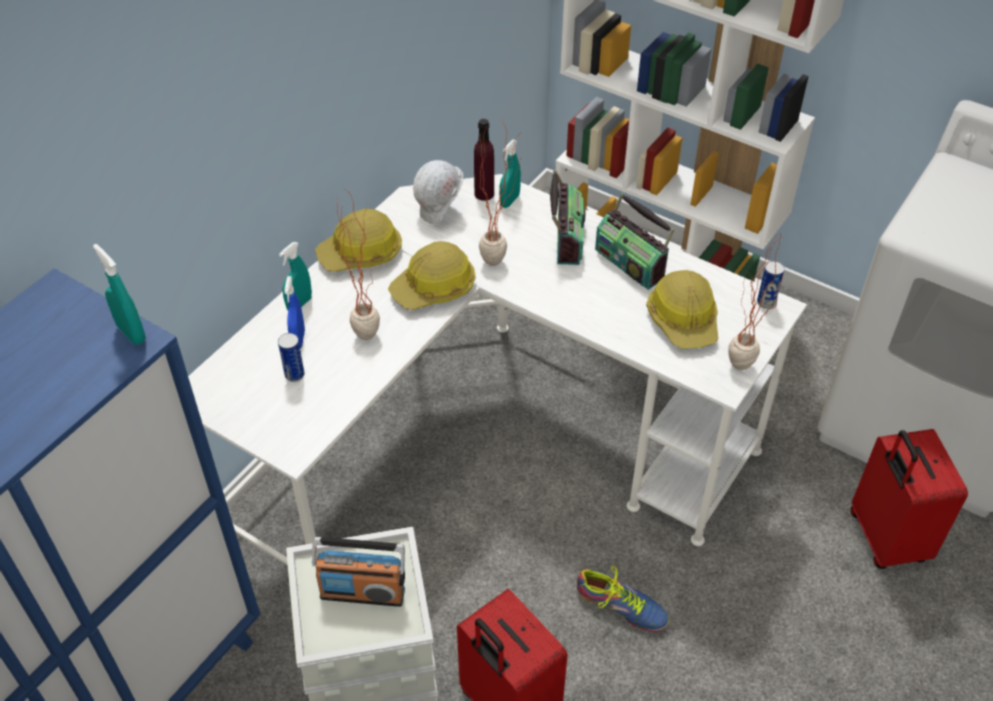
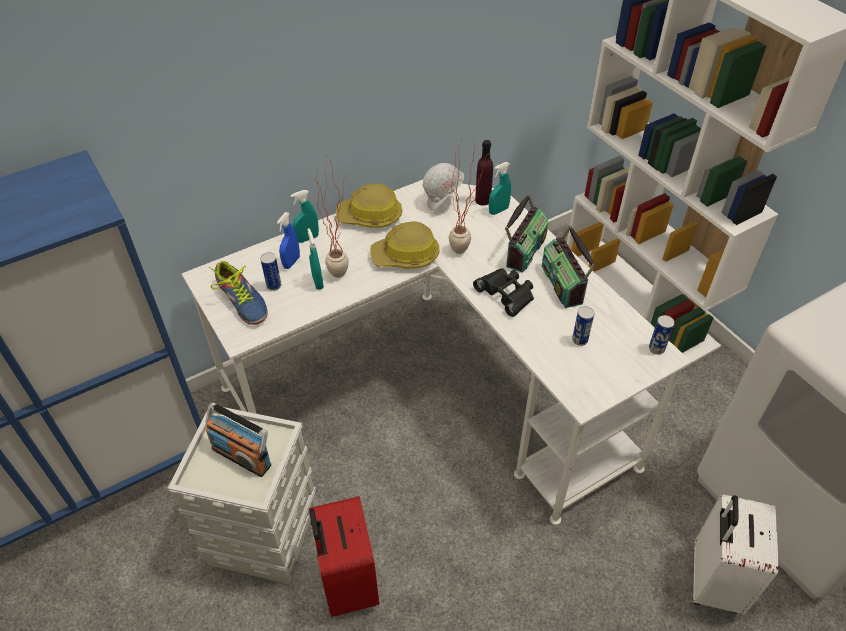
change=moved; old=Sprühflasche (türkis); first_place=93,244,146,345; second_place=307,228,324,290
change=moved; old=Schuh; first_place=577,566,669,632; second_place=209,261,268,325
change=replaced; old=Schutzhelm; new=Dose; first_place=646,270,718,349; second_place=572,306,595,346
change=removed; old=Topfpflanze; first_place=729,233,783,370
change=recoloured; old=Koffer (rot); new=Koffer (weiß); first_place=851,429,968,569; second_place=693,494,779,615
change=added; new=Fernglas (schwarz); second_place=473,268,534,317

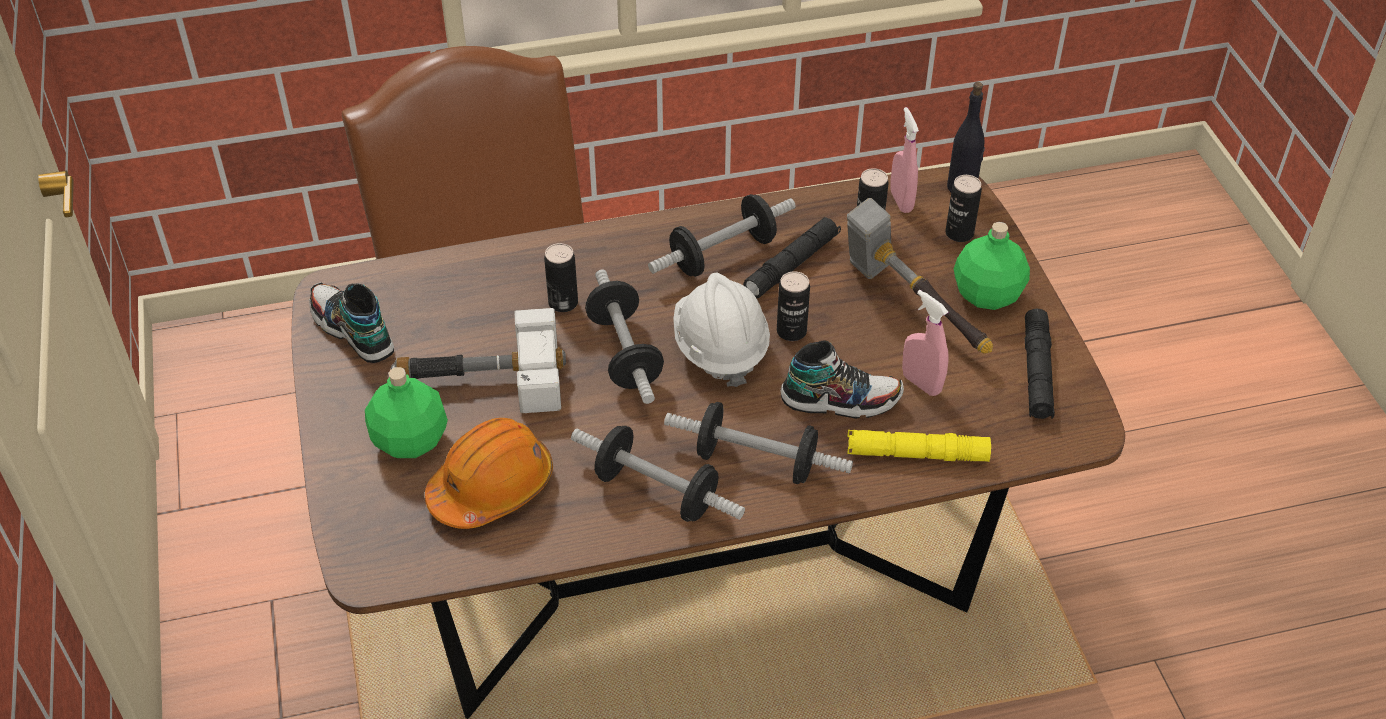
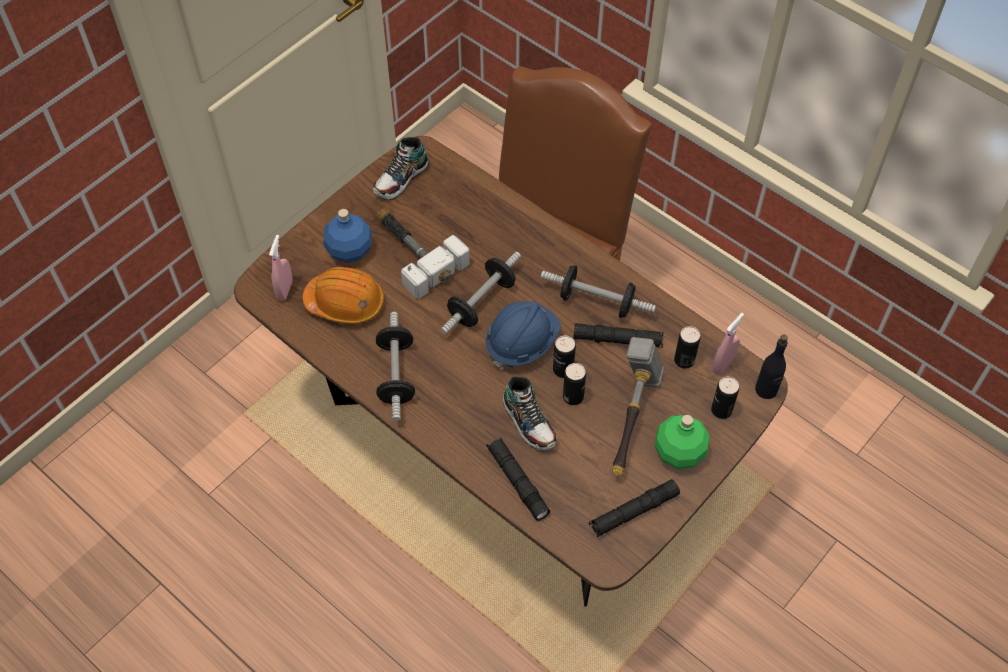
change=turned; old=Schuh; first_place=309,282,394,363; second_place=373,137,429,200; degrees=-150
change=recoloured; old=Flasche (grün); new=Flasche (blau); first_place=365,367,448,458; second_place=323,209,372,263
change=moved; old=Dose; first_place=544,243,578,312; second_place=563,363,586,405
change=removed; old=Hantel; first_place=664,402,853,484
change=recoloured; old=Schutzhelm (weiß); new=Schutzhelm (blau); first_place=673,273,770,387; second_place=486,301,561,370
change=recoloured; old=Taschenlampe (gelb); new=Taschenlampe (schwarz); first_place=847,430,991,462; second_place=487,437,550,521
change=moved; old=Sprühflasche (rosa); first_place=902,290,948,396; second_place=269,235,293,301

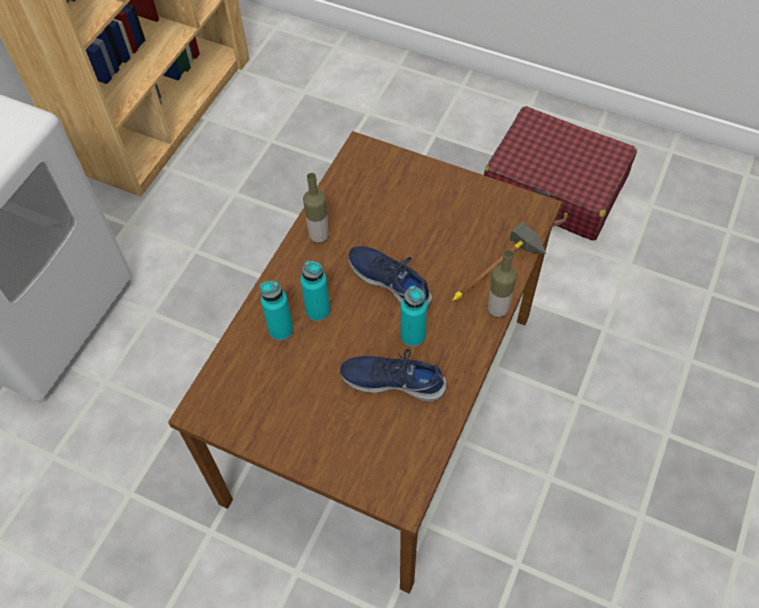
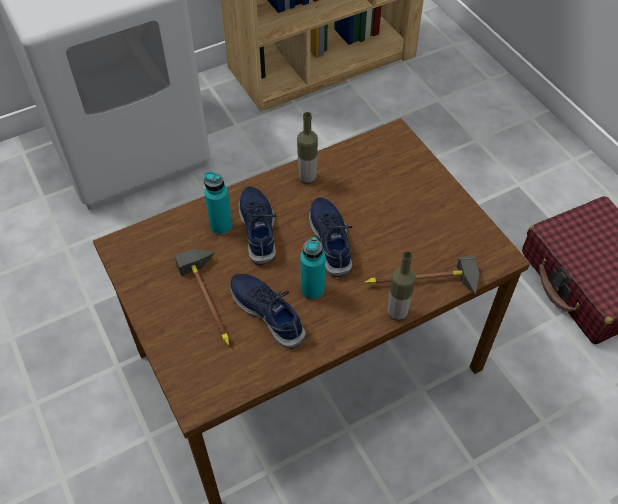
change=replaced; old=Flasche (türkis); new=Schuh (blau); first_place=300,260,330,321; second_place=239,186,277,265
change=added; new=Hammer; second_place=174,249,229,345

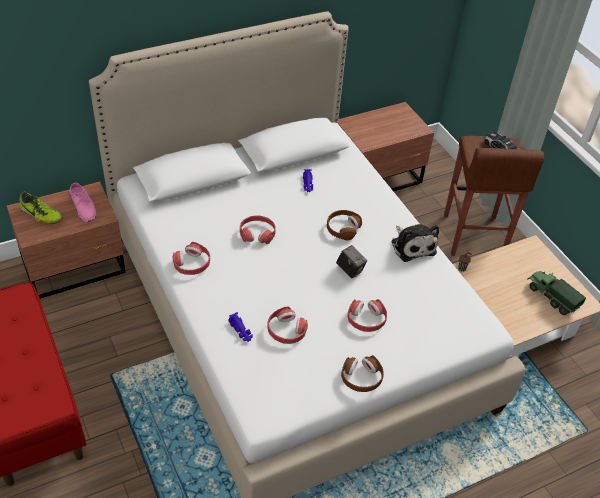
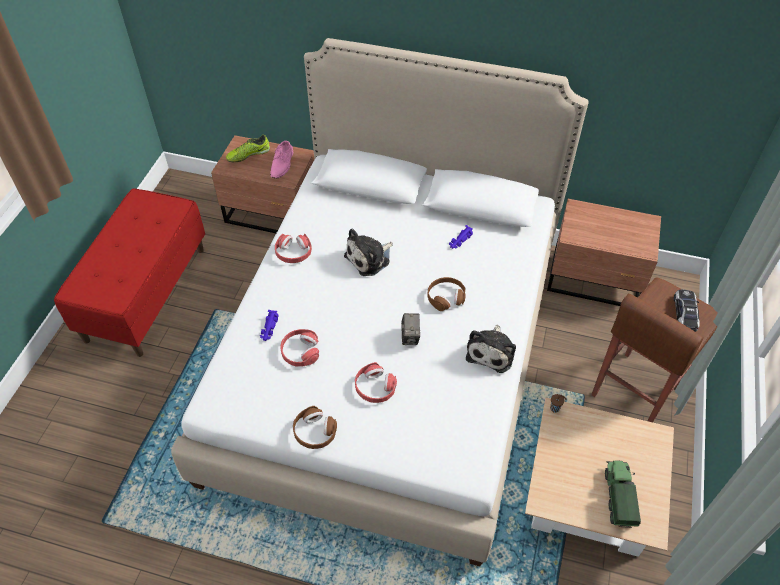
change=turned; old=Schuh; first_place=20,192,63,224; second_place=226,134,270,162; degrees=75
change=replaced; old=Kopfhörer (rot); new=Plüschtier; first_place=240,216,276,244; second_place=344,229,393,276

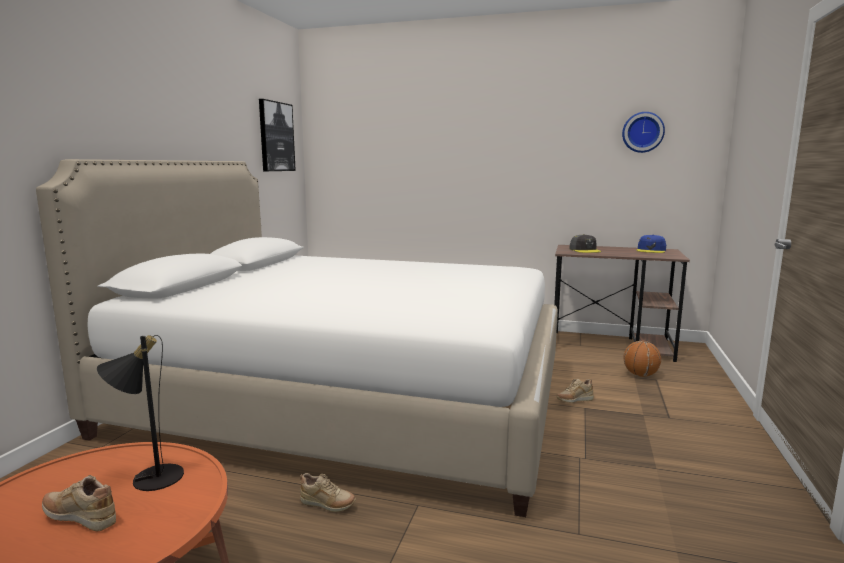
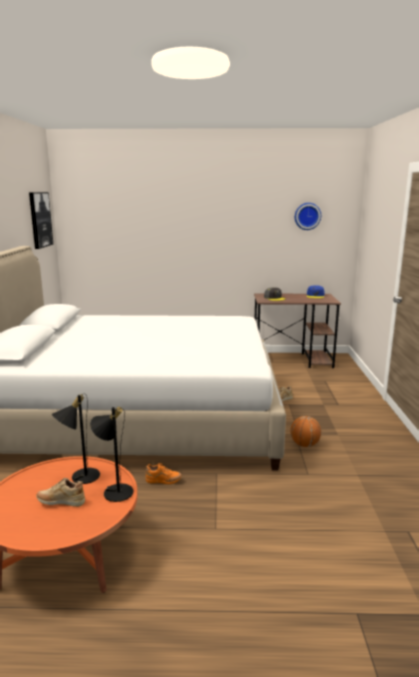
change=recoloured; old=Schuh (beige); new=Schuh (orange); first_place=300,473,356,512; second_place=146,463,182,484
change=moved; old=Basketball; first_place=624,341,661,377; second_place=290,416,321,447
change=added; new=Tischlampe (schwarz); second_place=90,407,133,502

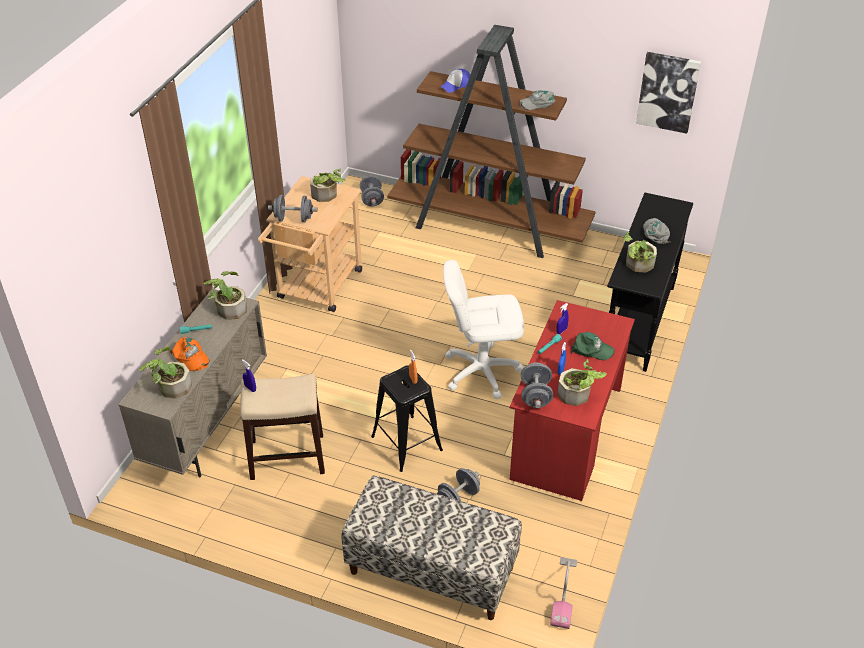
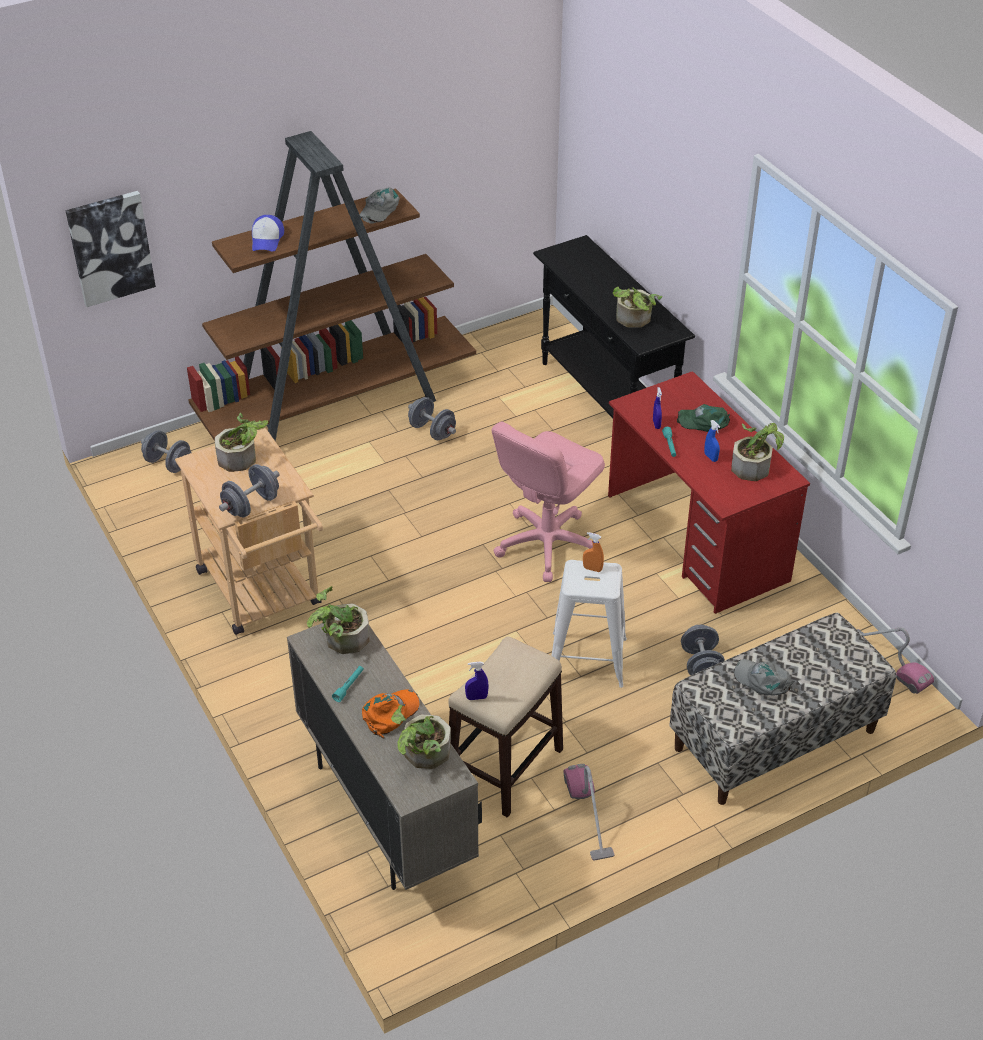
change=turned; old=Kappe (orange); first_place=169,337,209,371; second_place=362,690,419,739; degrees=-45
change=recoloured; old=Hocker (schwarz); new=Hocker (weiß); first_place=371,365,443,472; second_place=551,560,627,688
change=recoloured; old=Bürostuhl (weiß); new=Bürostuhl (rosa); first_place=443,260,524,399; second_place=492,422,605,582
change=moved; old=Hantel (grau); first_place=521,362,553,408; second_place=408,397,456,440
change=turned; old=Kappe (grün); first_place=571,332,615,360; second_place=677,404,730,432; degrees=-135
change=moved; old=Bild; first_place=636,52,701,134; second_place=66,191,156,307
change=moved; old=Kappe (grau); first_place=643,218,670,244; second_place=733,659,795,695
change=added; new=Staubsauger; second_place=563,764,614,861

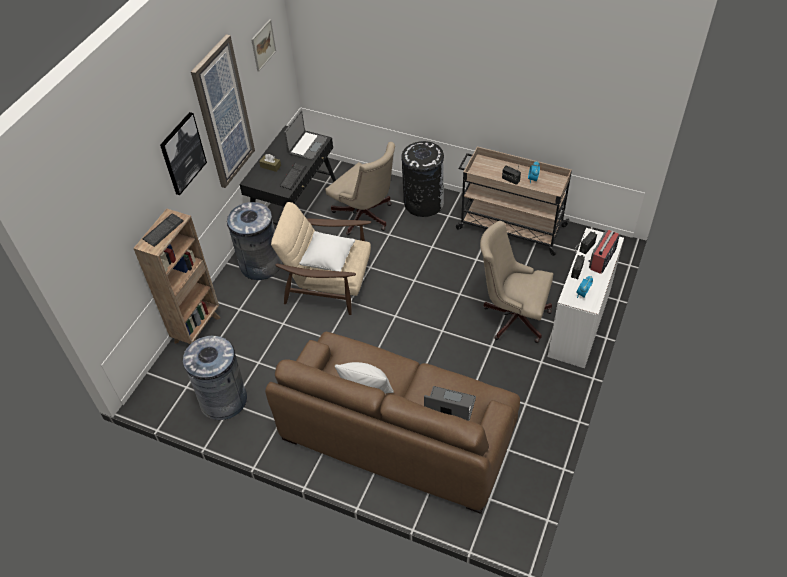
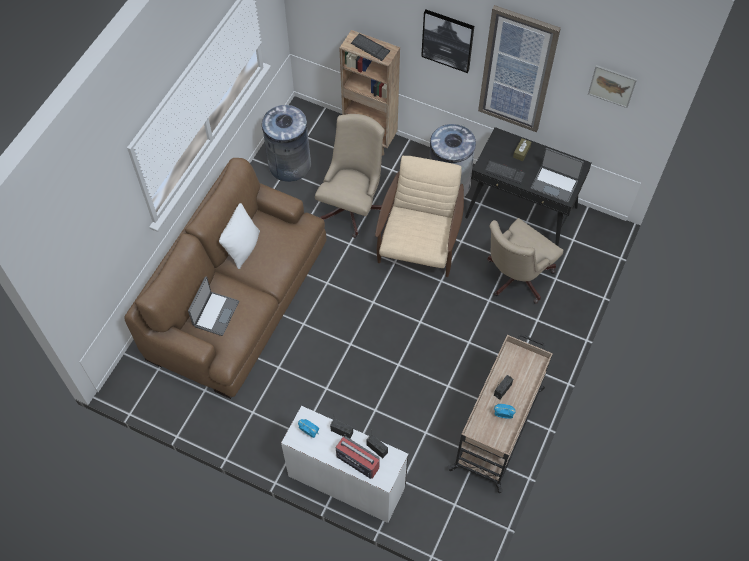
change=removed; old=Kissen (weiß); first_place=299,231,355,271
change=removed; old=Mülleimer (schwarz); first_place=401,141,444,217
change=moved; old=Bürostuhl (beige); first_place=480,221,553,343; second_place=315,114,385,238

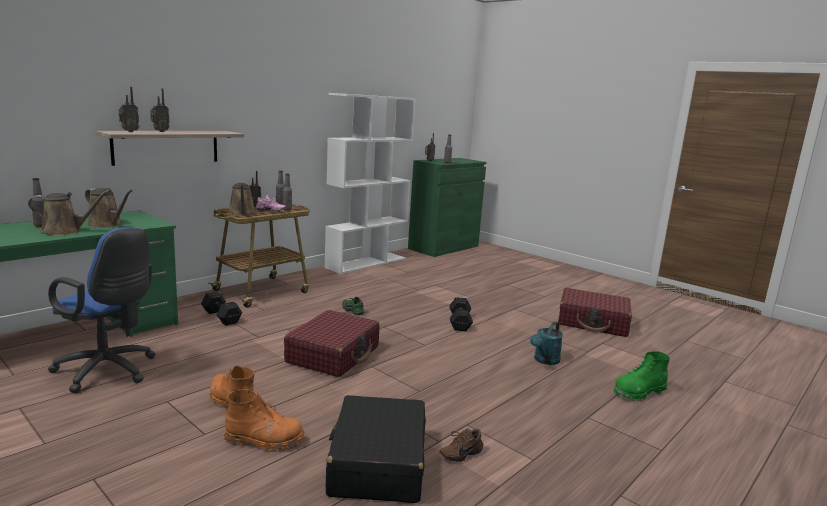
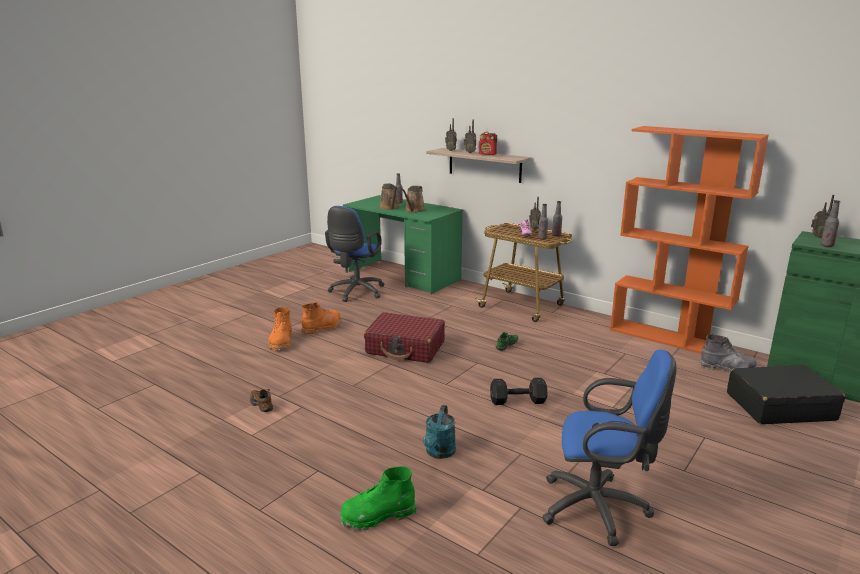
change=removed; old=Hantel (schwarz); first_place=201,291,242,326
change=removed; old=Gießkanne (braun); first_place=228,183,256,216
change=recoloured; old=Bücherregal (weiß); new=Bücherregal (orange); first_place=325,93,416,274; second_place=610,126,769,354
change=moved; old=Koffer (schwarz); first_place=326,395,426,503; second_place=727,365,845,424
change=turned; old=Gießkanne (türkis); first_place=530,322,563,365; second_place=423,405,456,459; degrees=-105
change=replaced; old=Koffer (rot); new=Bürostuhl (blau); first_place=558,288,632,337; second_place=542,349,676,546
change=turned; old=Stiefel (grün); first_place=613,351,670,401; second_place=340,466,417,530; degrees=-75
change=added; new=Radio; second_place=479,132,497,155
change=added; new=Stiefel (grau); second_place=699,334,757,374

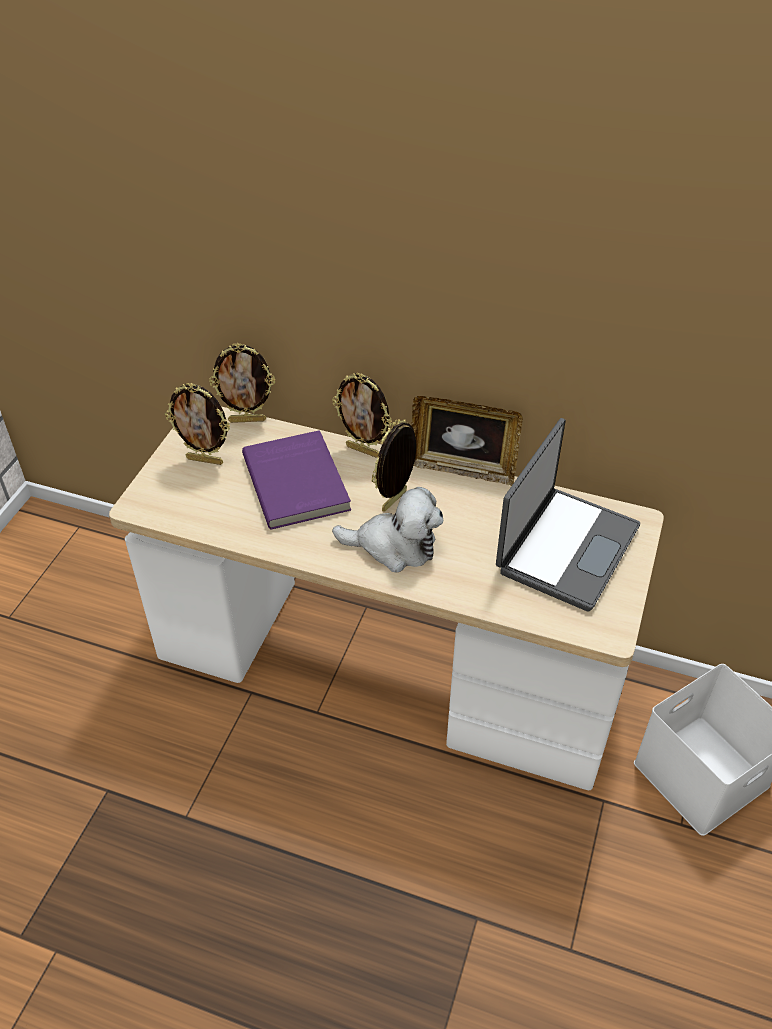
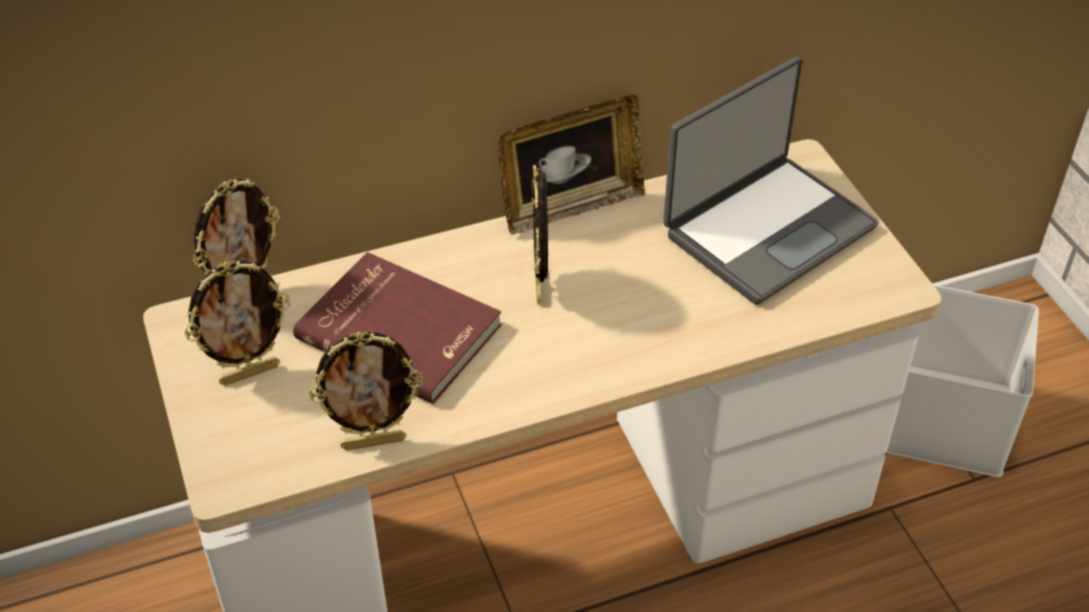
change=recoloured; old=Buch (lila); new=Buch (rot); first_place=242,430,351,530; second_place=293,252,502,404
change=moved; old=Bilderrahmen; first_place=332,373,392,458; second_place=309,331,423,450
change=removed; old=Plüschtier; first_place=332,487,443,572
change=turned; old=Laptop; first_place=496,418,640,612; second_place=663,57,879,305; degrees=60

